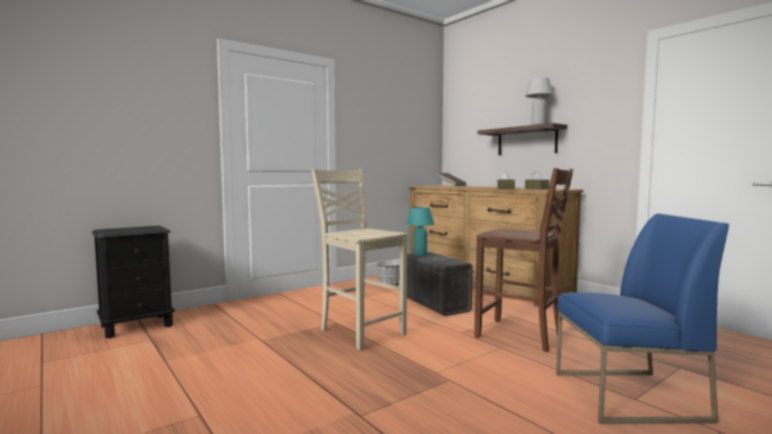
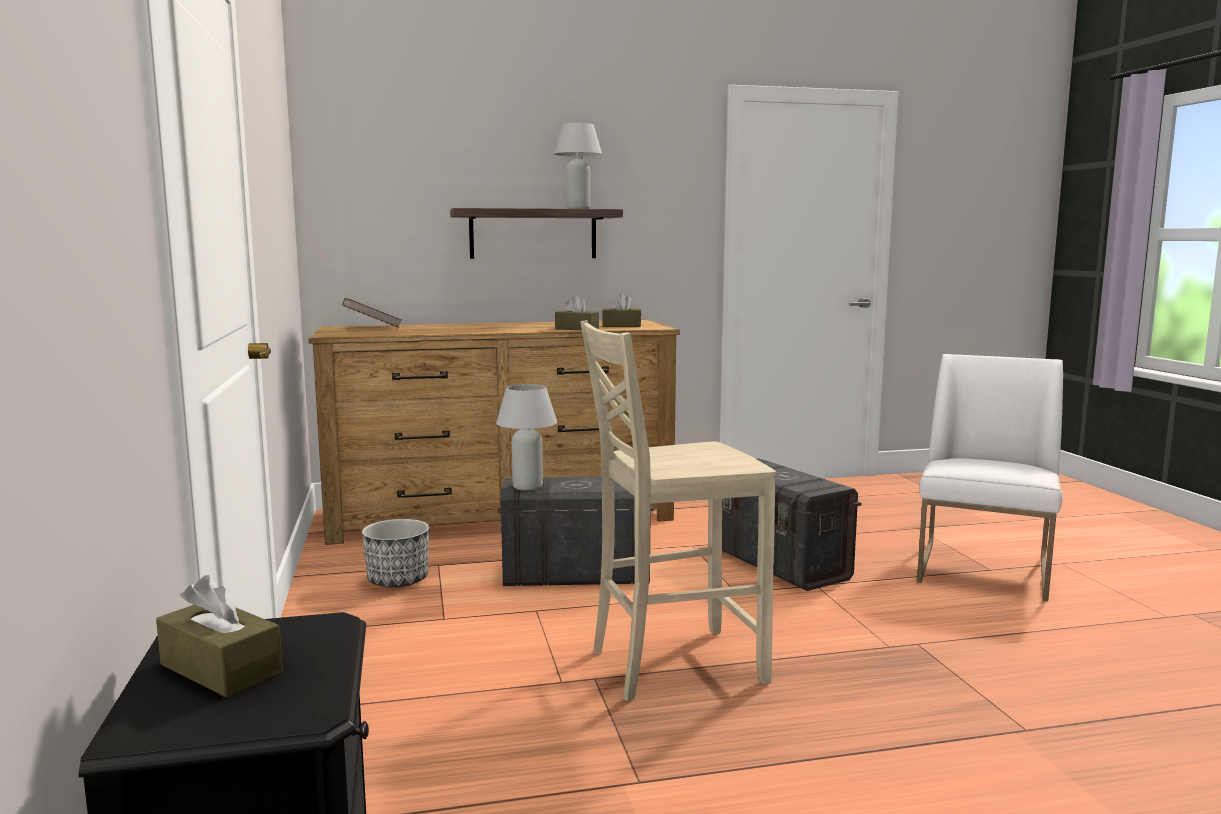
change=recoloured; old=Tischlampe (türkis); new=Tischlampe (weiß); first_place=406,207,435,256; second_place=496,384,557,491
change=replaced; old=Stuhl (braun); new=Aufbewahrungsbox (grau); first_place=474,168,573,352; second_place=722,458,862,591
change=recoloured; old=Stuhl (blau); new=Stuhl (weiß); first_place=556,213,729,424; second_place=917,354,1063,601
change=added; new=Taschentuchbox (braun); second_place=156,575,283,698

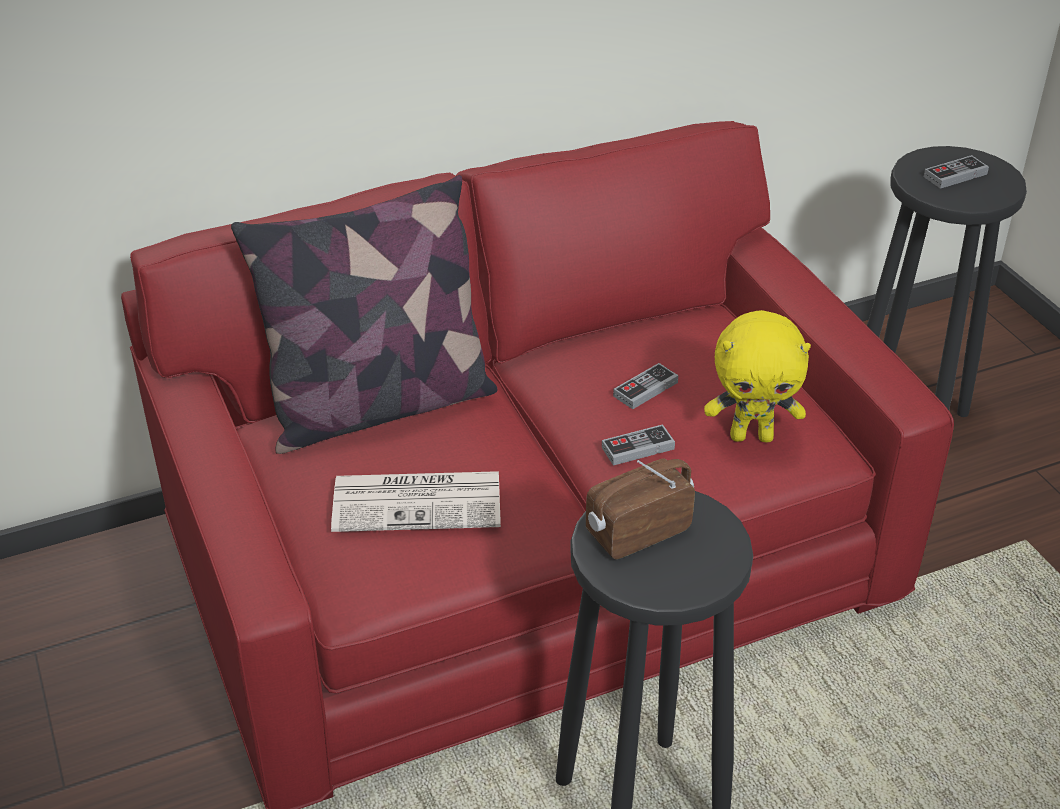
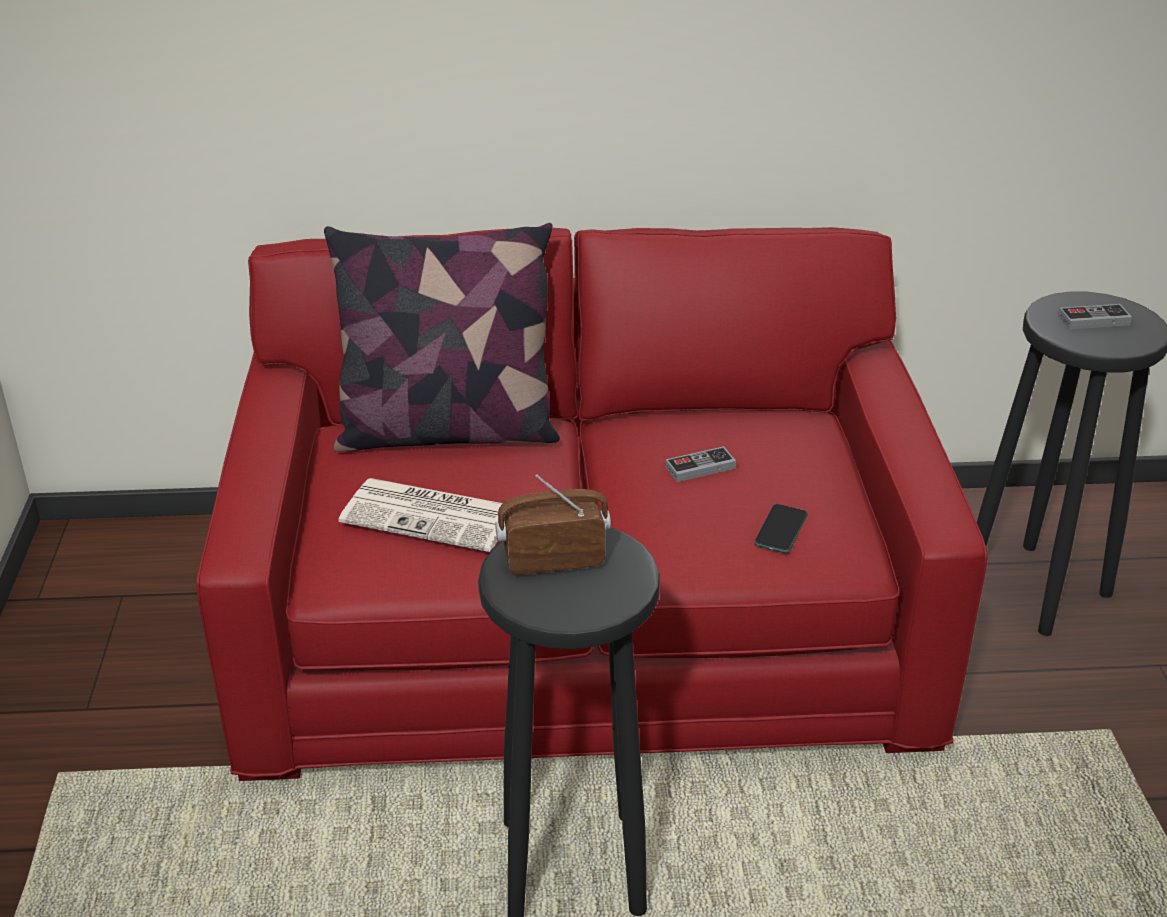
change=removed; old=Gamepad; first_place=602,424,675,466
change=replaced; old=Plüschtier (gelb); new=Handy; first_place=704,310,811,443; second_place=754,504,808,553

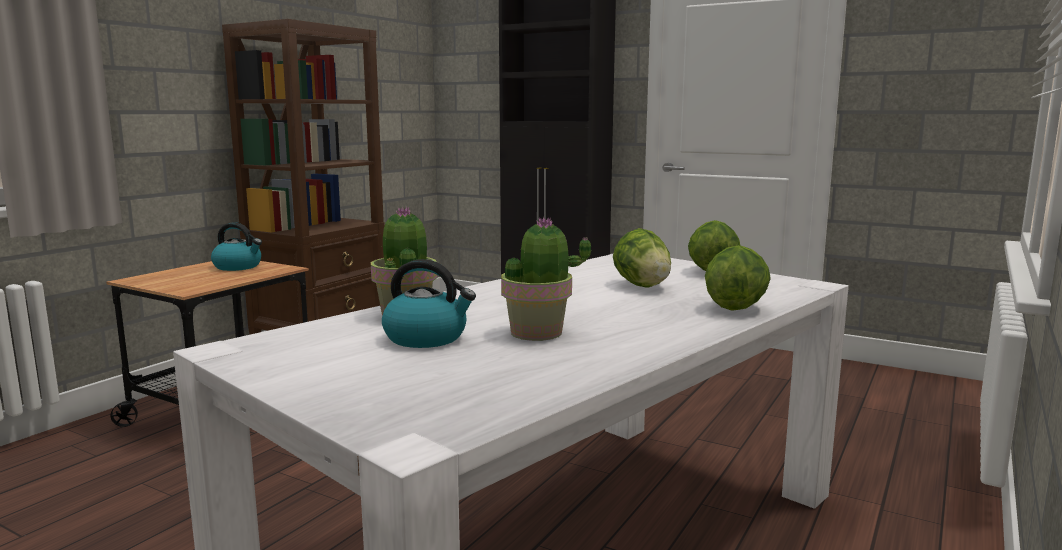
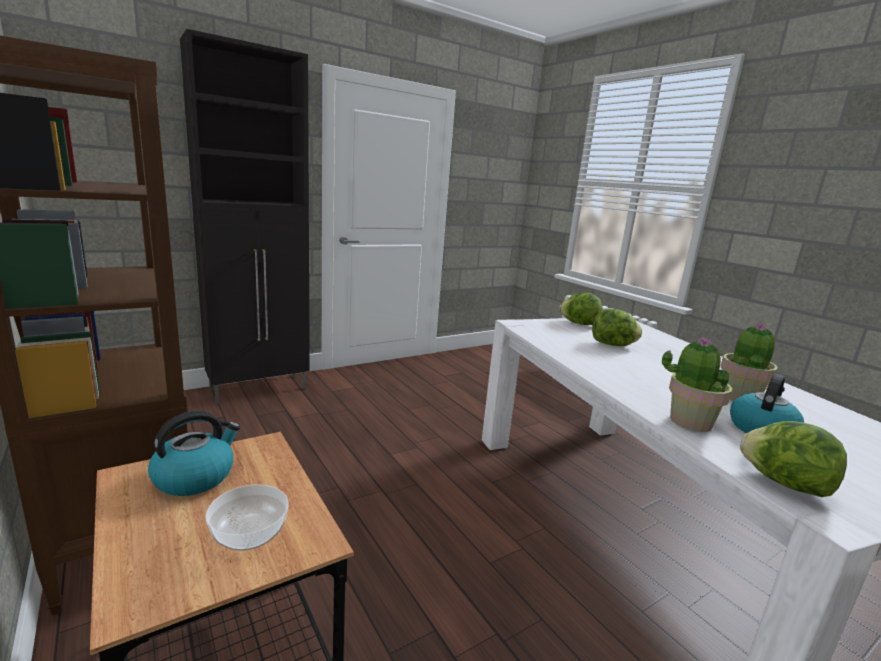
change=moved; old=Salatkopf; first_place=705,245,771,310; second_place=740,421,847,497
change=added; new=Schüssel; second_place=206,484,289,551

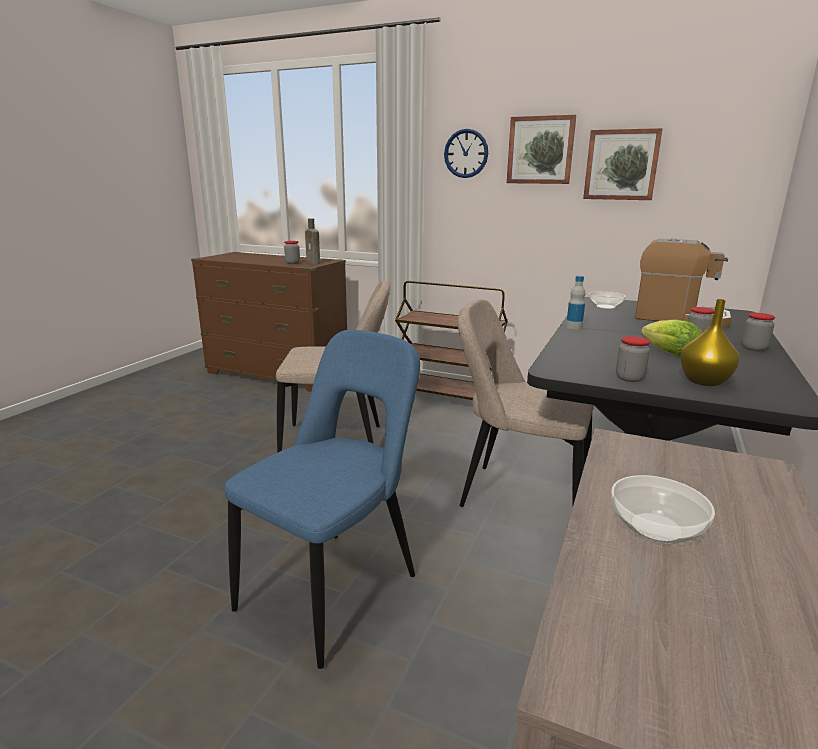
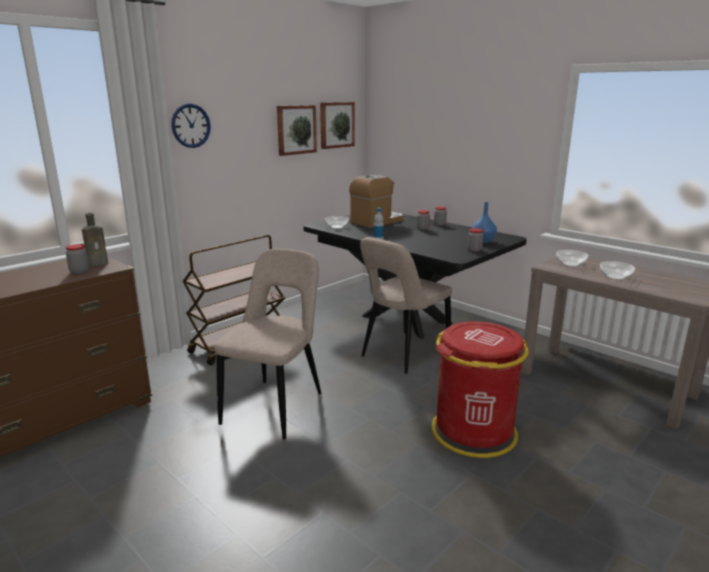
change=replaced; old=Stuhl (blau); new=Mülleimer (rot); first_place=224,330,420,669; second_place=431,322,529,458
change=moved; old=Bild; first_place=507,115,576,184; second_place=320,102,355,149
change=removed; old=Salatkopf; first_place=641,319,702,357
change=recoloured; old=Vase (gelb); new=Vase (blau); first_place=680,299,739,386; second_place=472,202,497,243
change=added; new=Schüssel; second_place=556,250,588,267

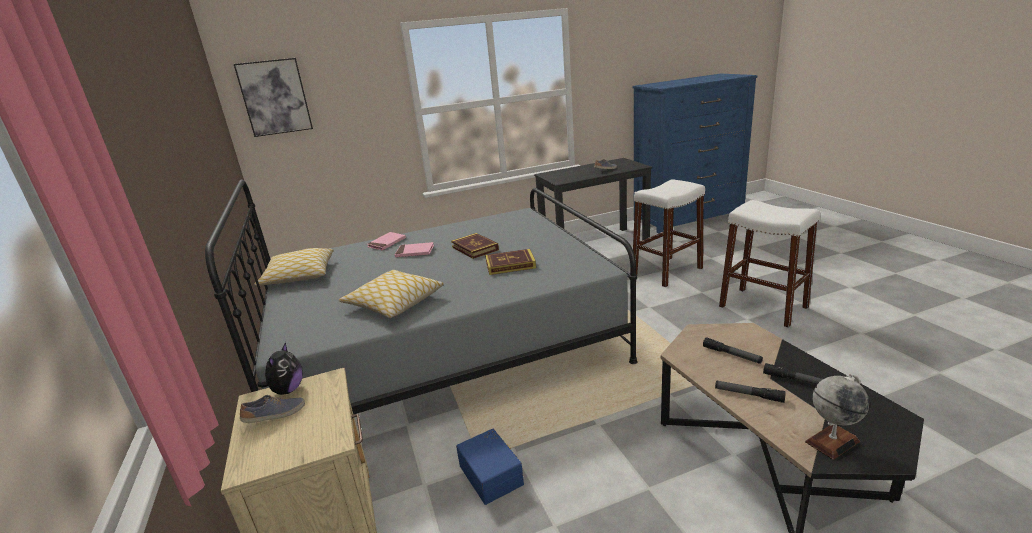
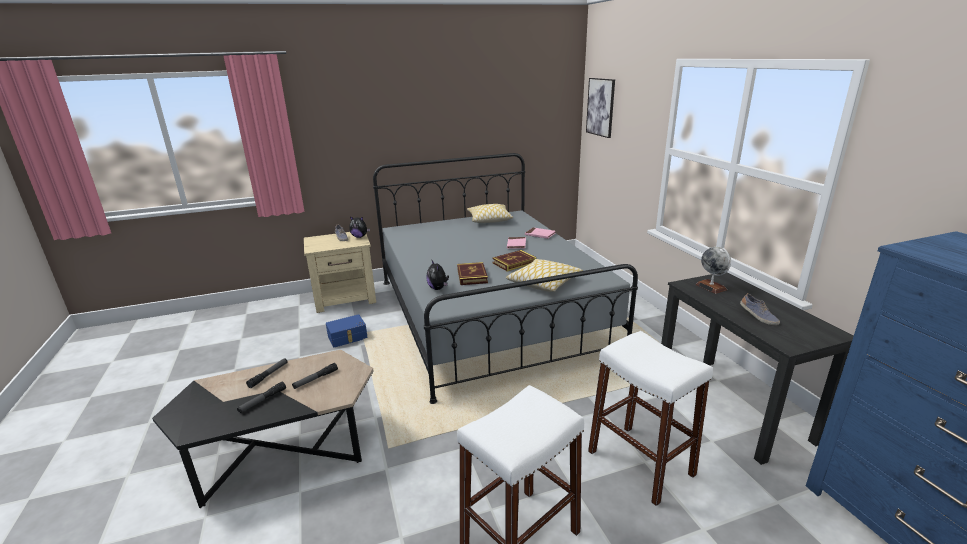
change=moved; old=Kissen; first_place=339,270,444,318; second_place=506,259,583,292
change=moved; old=Globus; first_place=805,374,869,460; second_place=695,247,731,294
change=added; new=Plüschtier; second_place=426,259,449,290

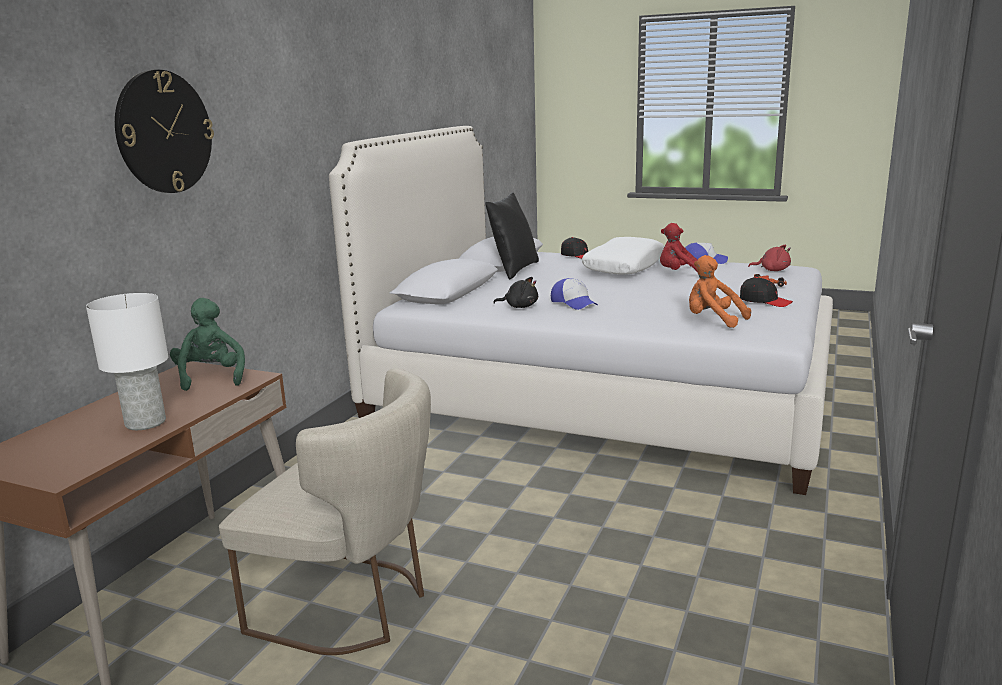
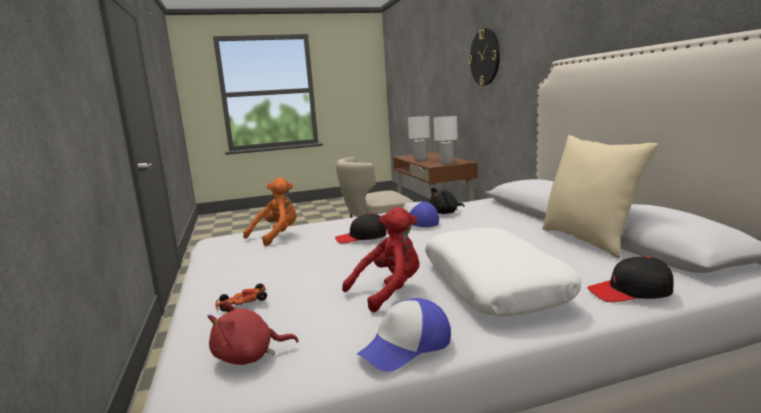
change=replaced; old=Plüschtier (grün); new=Tischlampe (weiß); first_place=170,298,245,391; second_place=434,116,458,164
change=recoloured; old=Kissen (schwarz); new=Kissen (beige); first_place=485,192,539,280; second_place=542,135,658,258
change=turned; old=Plüschtier (orange); first_place=689,255,751,328; second_place=243,177,297,246; degrees=-45
change=moved; old=Kappe (schwarz); first_place=740,277,793,307; second_place=335,213,387,244

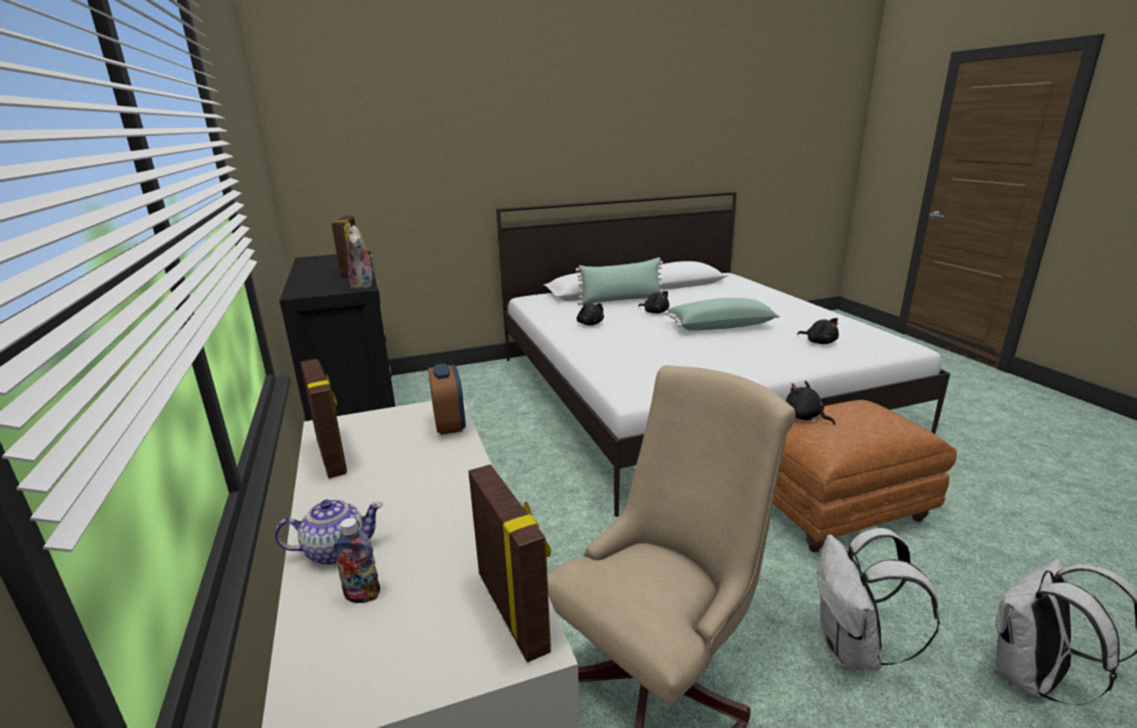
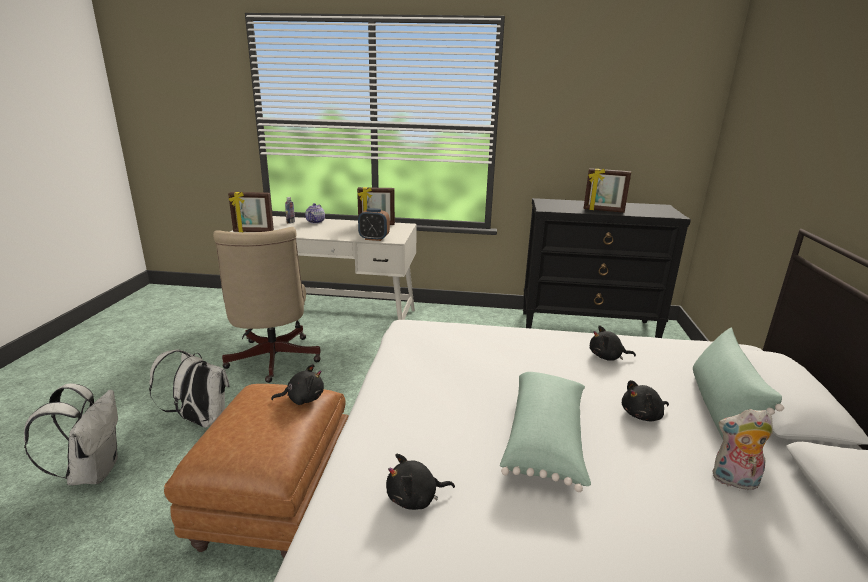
change=moved; old=Plüschtier; first_place=347,225,374,289; second_place=712,409,773,493

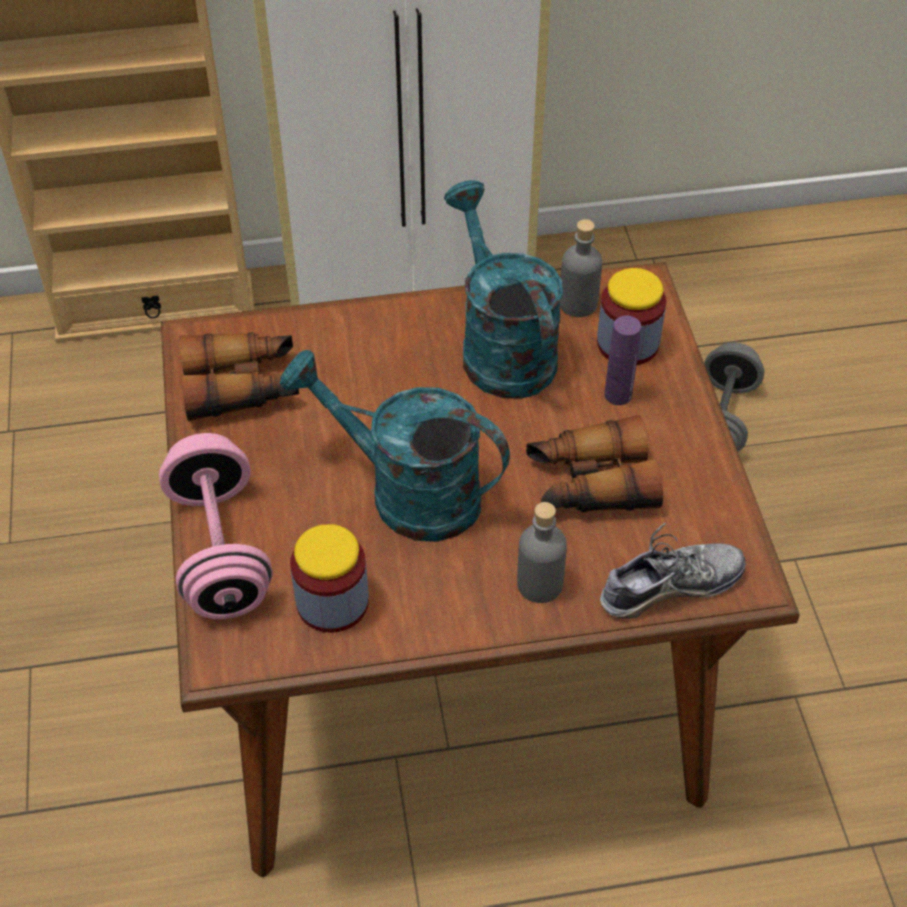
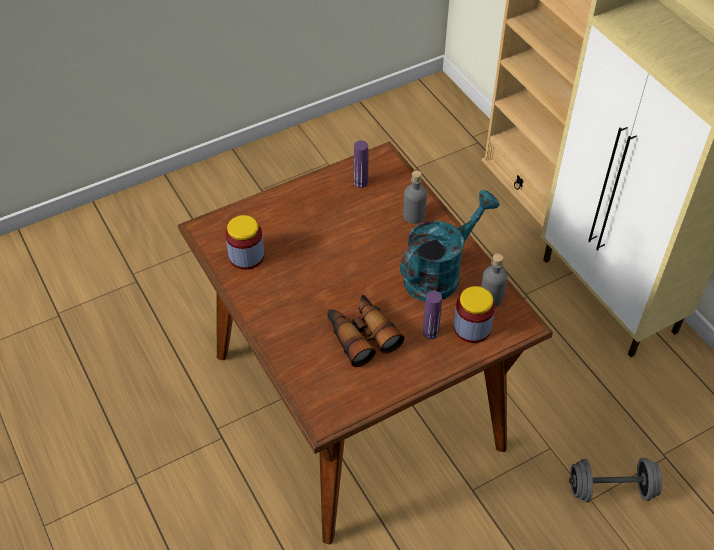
change=removed; old=Hantel (rosa); first_place=159,433,272,619
change=replaced; old=Fernglas; new=Flasche (lila); first_place=179,332,299,422; second_place=354,141,368,188
change=removed; old=Gießkanne (türkis); first_place=280,350,510,542
change=moved; old=Flasche (grau); first_place=517,502,567,603; second_place=403,170,427,224
change=removed; old=Schuh; first_place=600,522,745,619

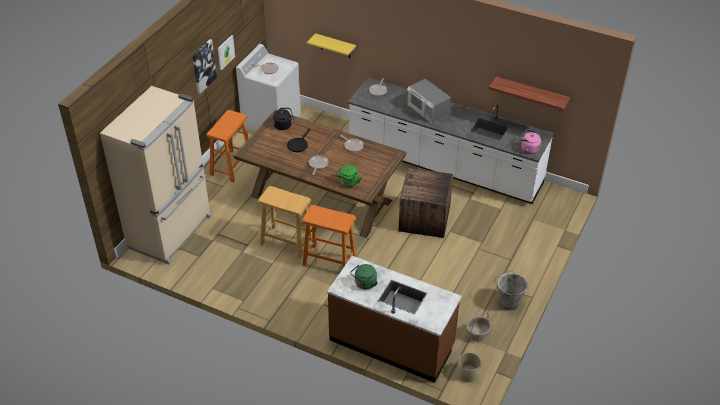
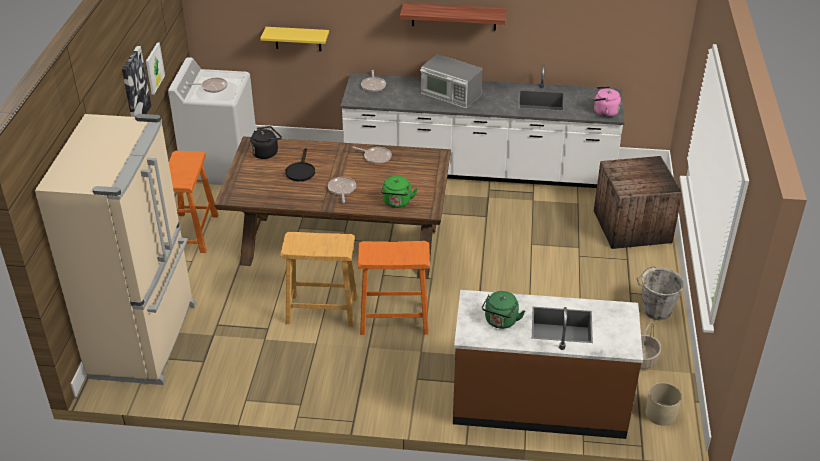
change=moved; old=Kiste; first_place=398,168,453,238; second_place=594,156,682,249
change=moved; old=Wandregal; first_place=489,76,570,111; second_place=400,3,506,30

